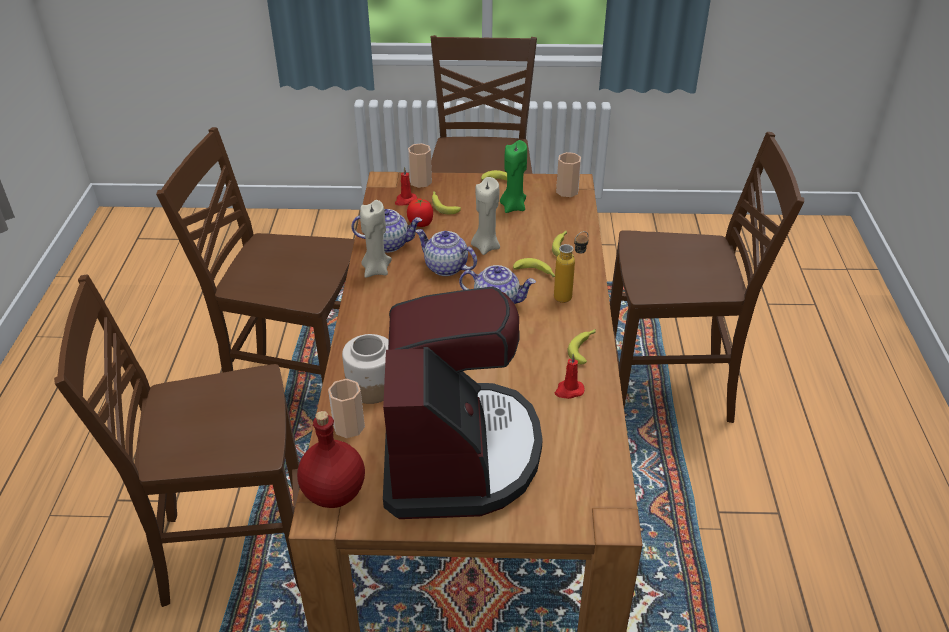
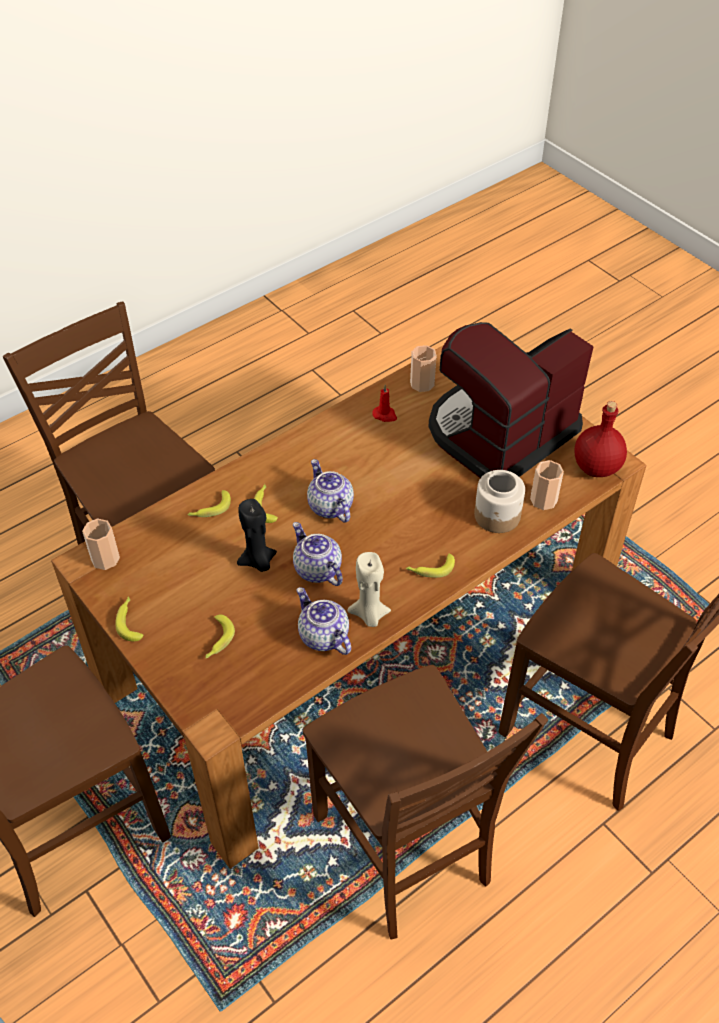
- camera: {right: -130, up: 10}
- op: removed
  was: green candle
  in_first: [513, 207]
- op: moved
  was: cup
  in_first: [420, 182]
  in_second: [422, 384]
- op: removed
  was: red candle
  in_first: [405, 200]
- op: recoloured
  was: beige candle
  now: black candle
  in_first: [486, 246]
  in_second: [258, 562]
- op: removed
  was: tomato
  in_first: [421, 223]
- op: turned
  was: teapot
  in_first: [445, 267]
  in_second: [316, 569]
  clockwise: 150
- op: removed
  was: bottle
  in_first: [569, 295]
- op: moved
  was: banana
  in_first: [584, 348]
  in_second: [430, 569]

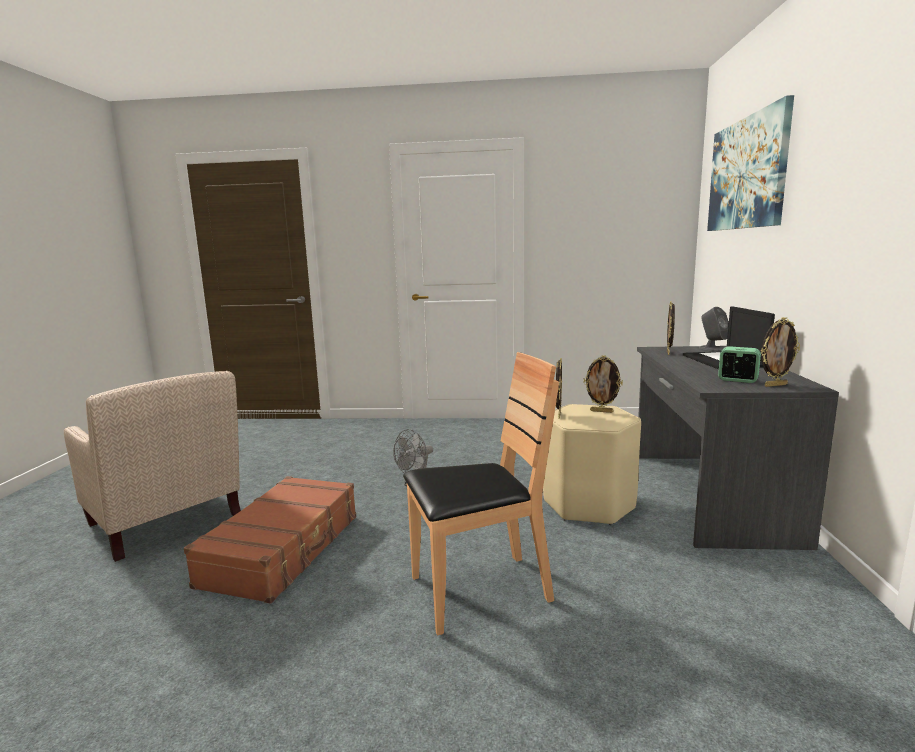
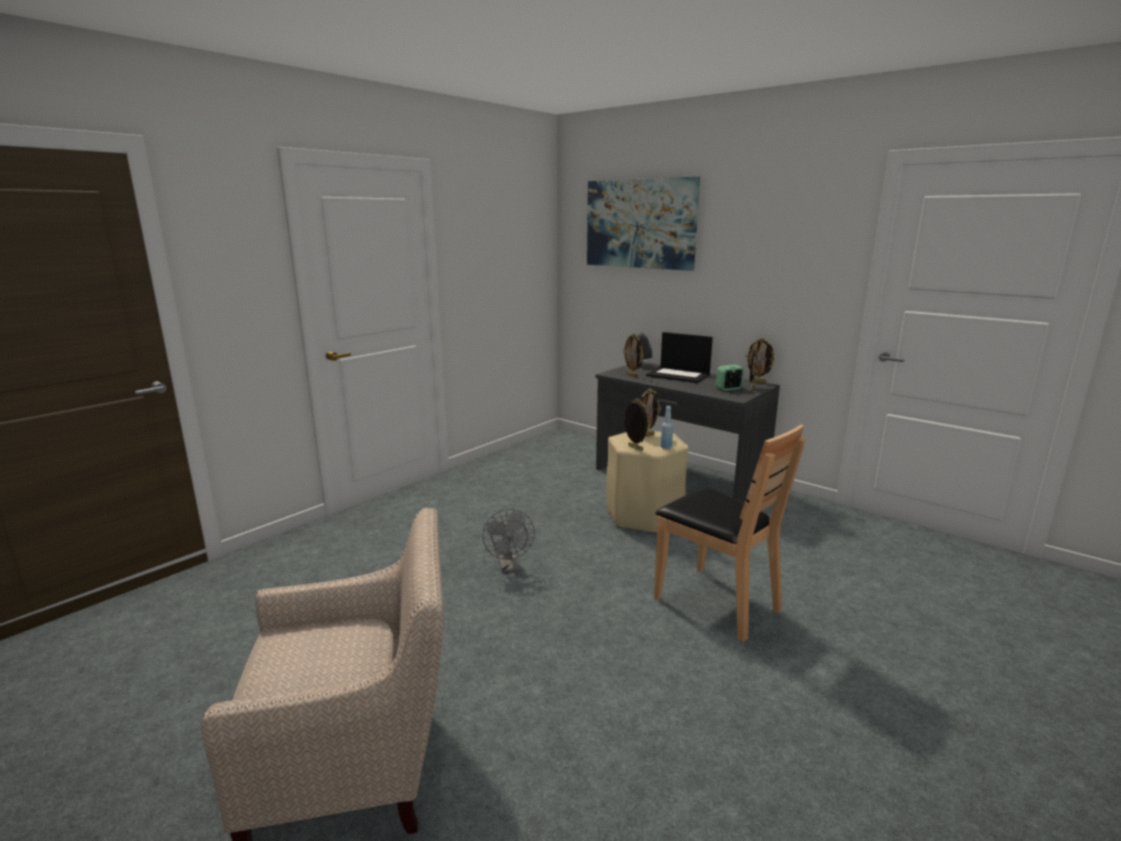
- camera: {right: -55, up: 5}
- op: turned
  was: brown chair
  in_first: [479, 591]
  in_second: [716, 602]
  clockwise: 120
- op: removed
  was: brown suitcase
  in_first: [284, 549]
- op: added
  now: picture frame
  in_second: [758, 381]
- op: added
  now: blue bottle
  in_second: [666, 447]

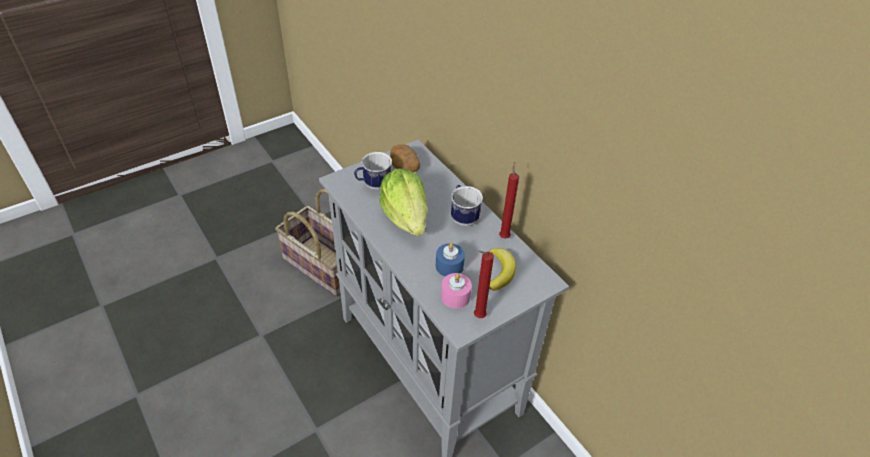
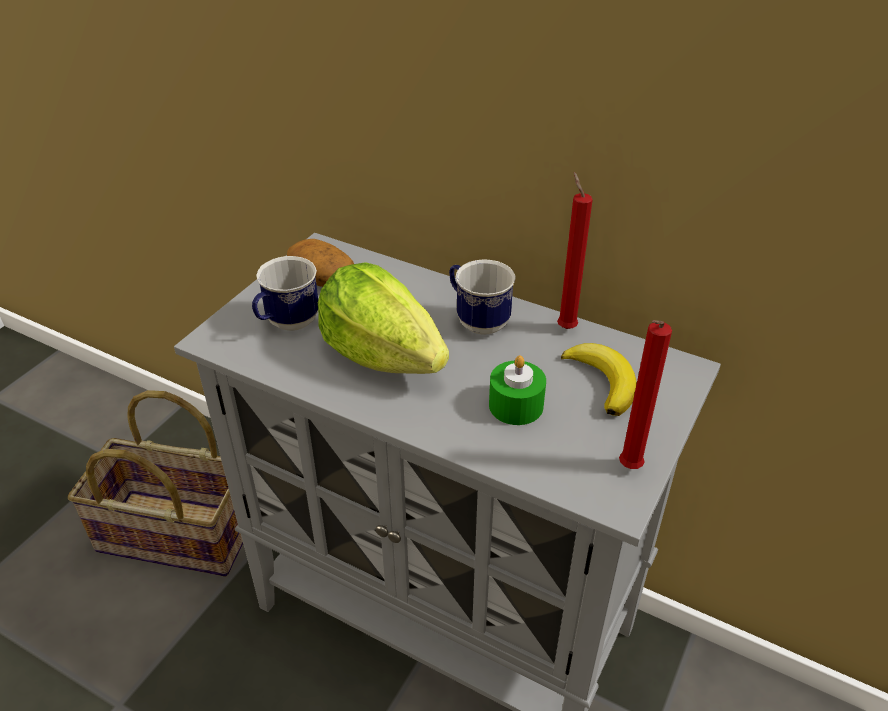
- camera: {right: -25, up: -5}
- op: recoloured
  was: blue candle
  now: green candle
  in_first: [449, 266]
  in_second: [516, 405]
- op: removed
  was: pink candle
  in_first: [455, 296]

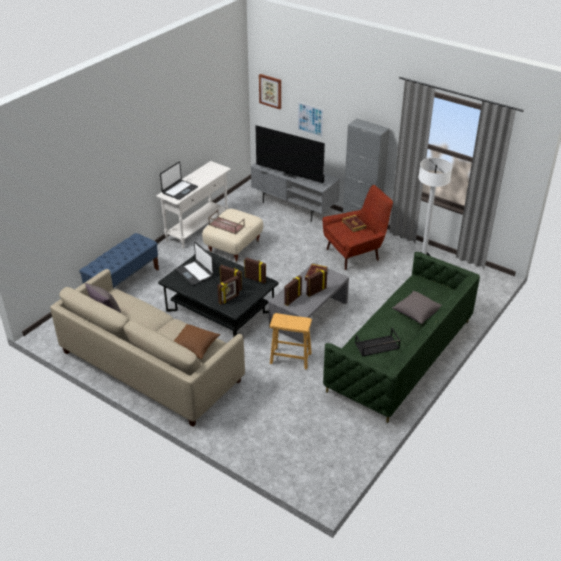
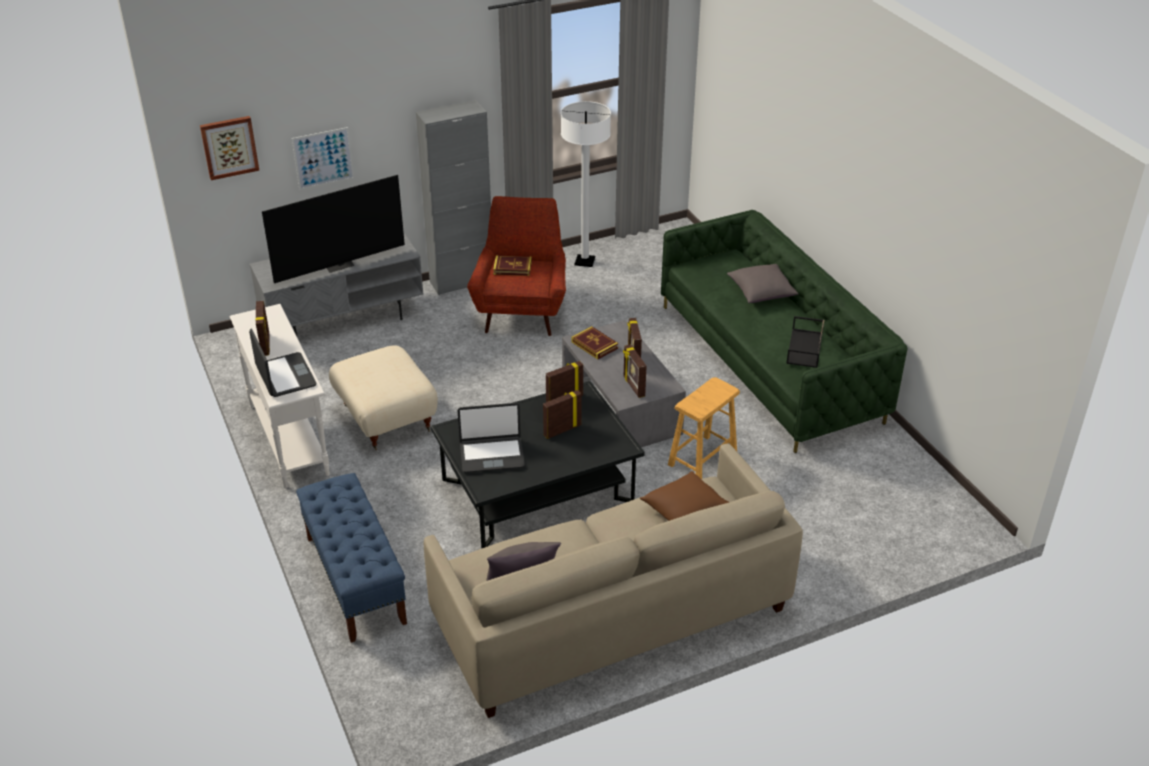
- camera: {right: -60, up: 0}
- op: removed
  was: brown tray
  in_first: [226, 225]
- op: moved
  was: picture frame
  in_first: [229, 299]
  in_second: [266, 344]

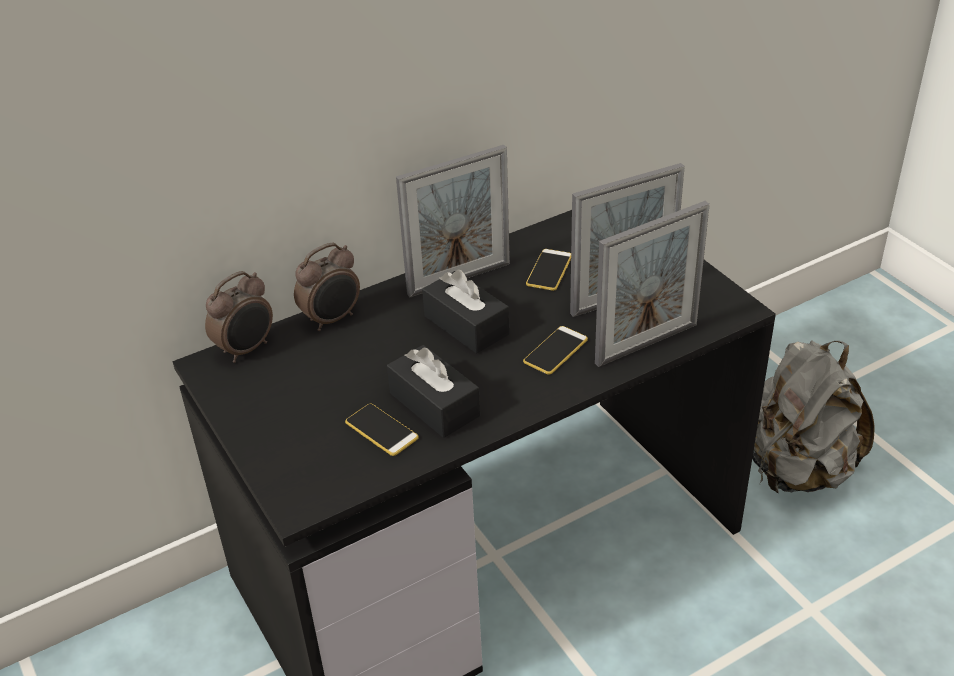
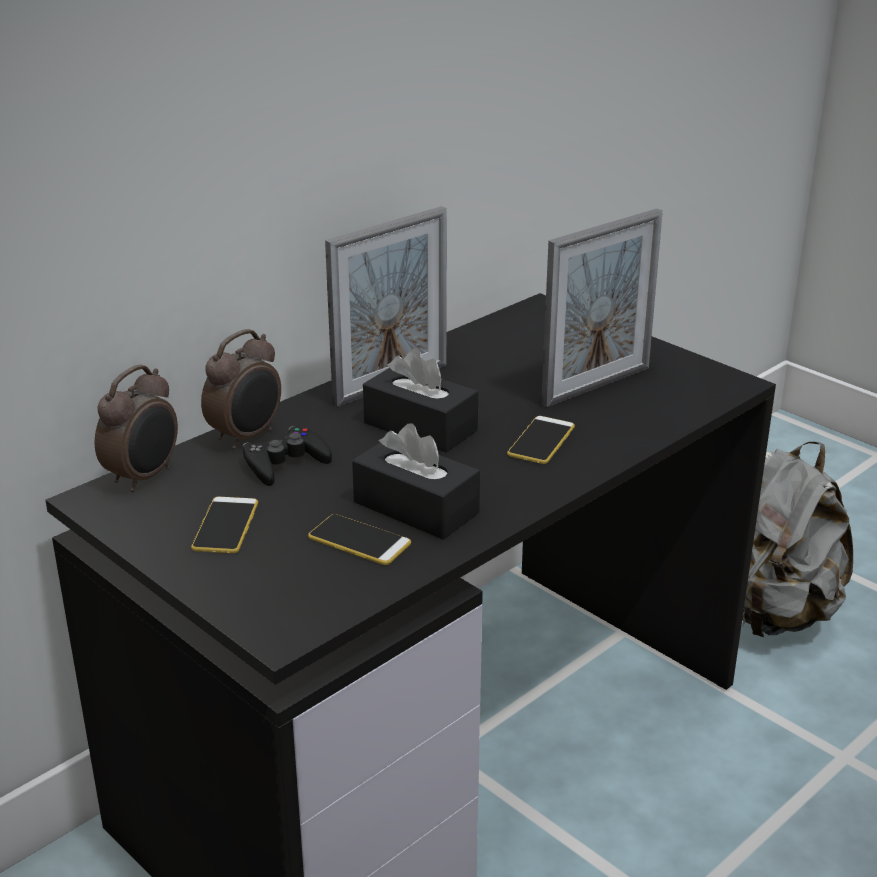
- camera: {right: -15, up: -10}
- op: removed
  was: picture frame
  in_first: [646, 344]
- op: moved
  was: phone
  in_first: [549, 270]
  in_second: [225, 526]
- op: added
  now: black game controller
  in_second: [285, 463]

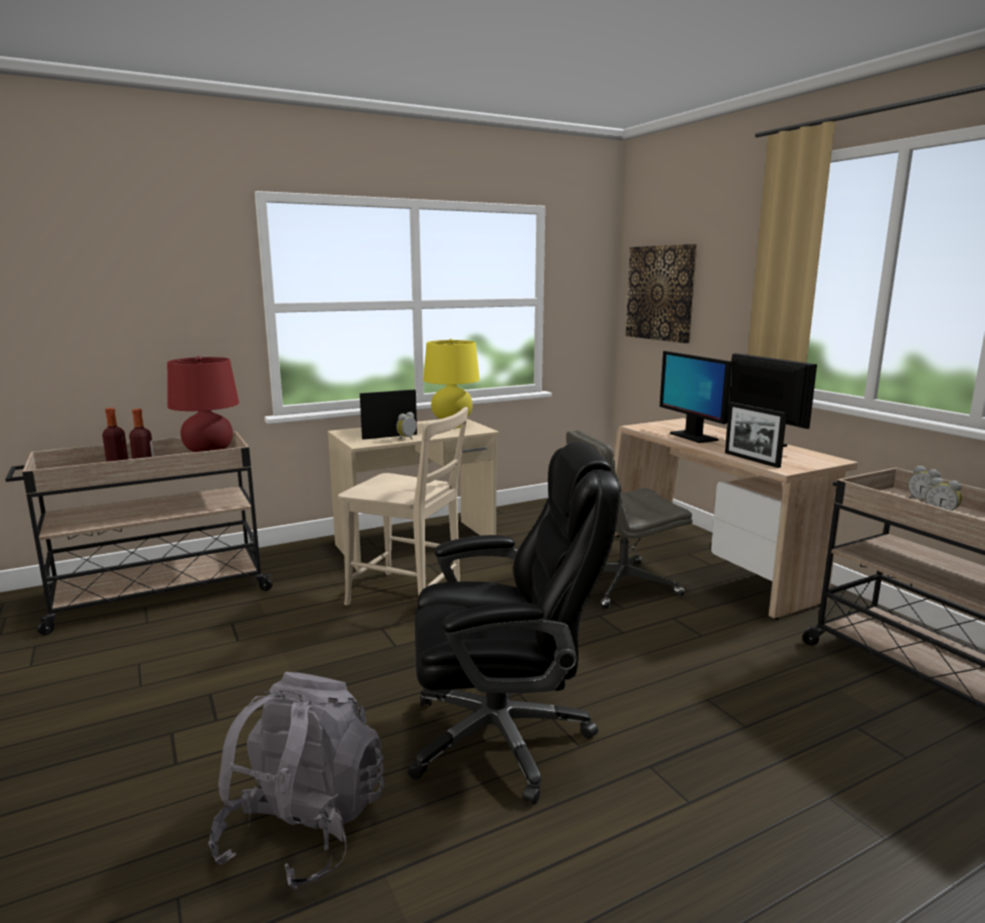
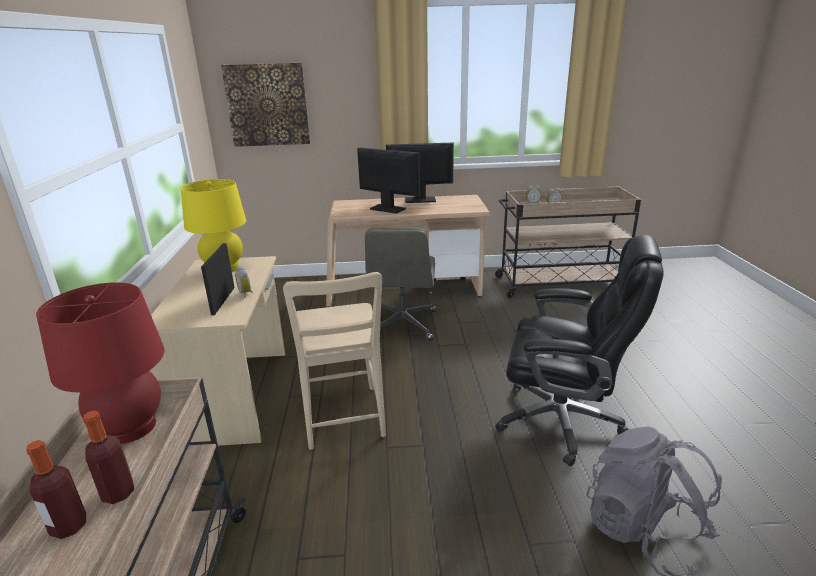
- camera: {right: -65, up: 10}
- op: turned
  was: monitor
  in_first: [693, 437]
  in_second: [388, 209]
  clockwise: -150
- op: removed
  was: picture frame
  in_first: [751, 460]
- op: turned
  was: beige chair
  in_first: [410, 597]
  in_second: [343, 420]
  clockwise: 120
- op: turned
  was: black office chair
  in_first: [503, 736]
  in_second: [562, 420]
  clockwise: 90

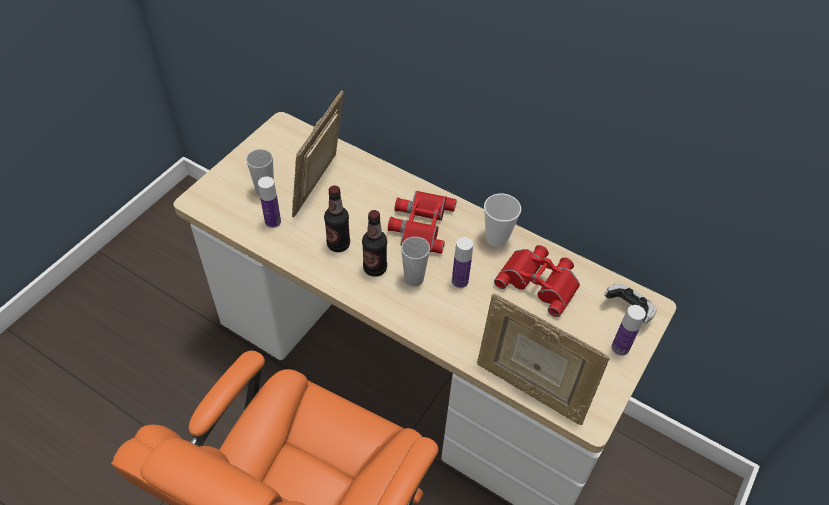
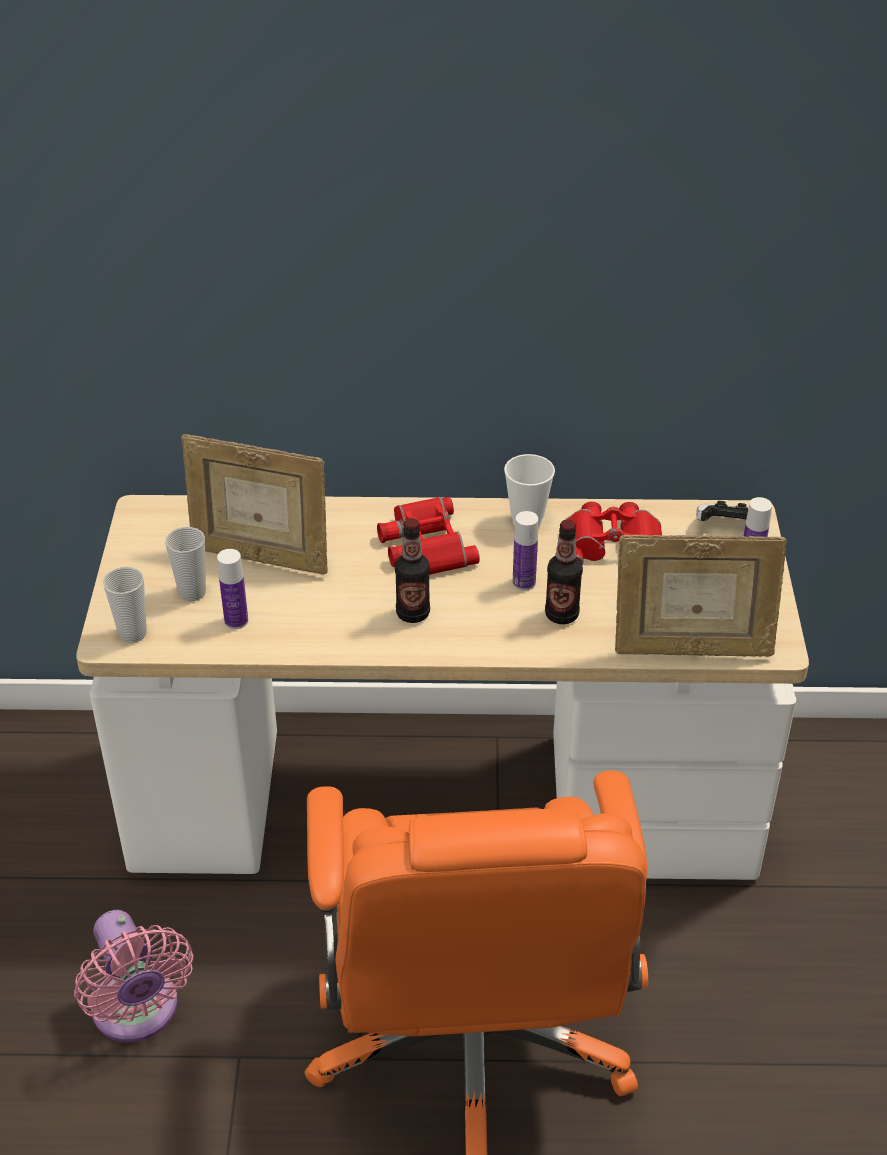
- camera: {right: -30, up: -10}
- op: turned
  was: picture frame
  in_first: [320, 186]
  in_second: [260, 557]
  clockwise: -60
- op: moved
  was: bottle
  in_first: [338, 244]
  in_second: [561, 615]
- op: moved
  was: cup
  in_first: [414, 279]
  in_second: [132, 633]
- op: added
  now: pink fan
  in_second: [138, 1013]

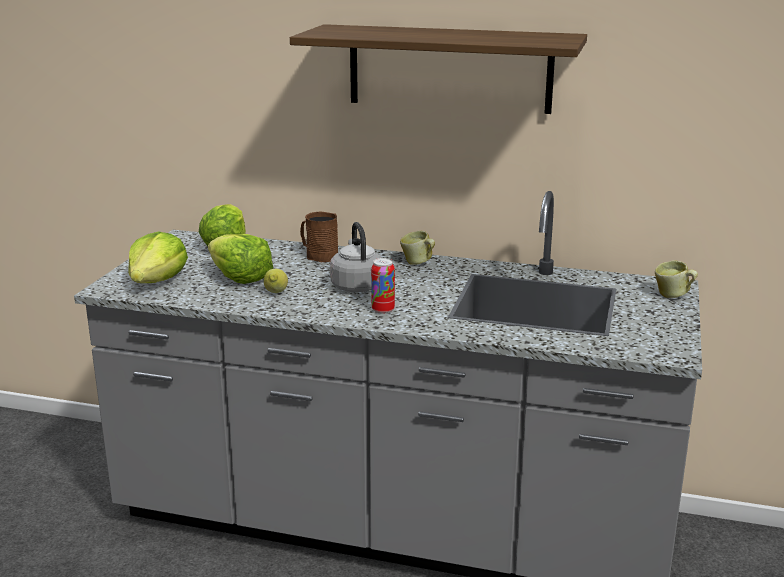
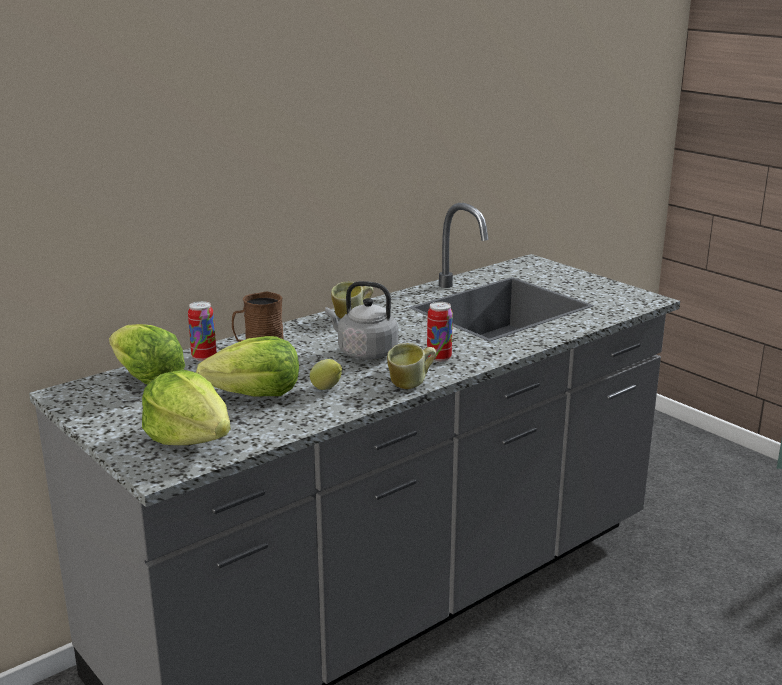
- camera: {right: -55, up: 0}
- op: removed
  was: shelf
  in_first: [449, 68]
- op: moved
  was: mug
  in_first: [673, 296]
  in_second: [411, 385]
- op: added
  now: can
  in_second: [204, 357]

